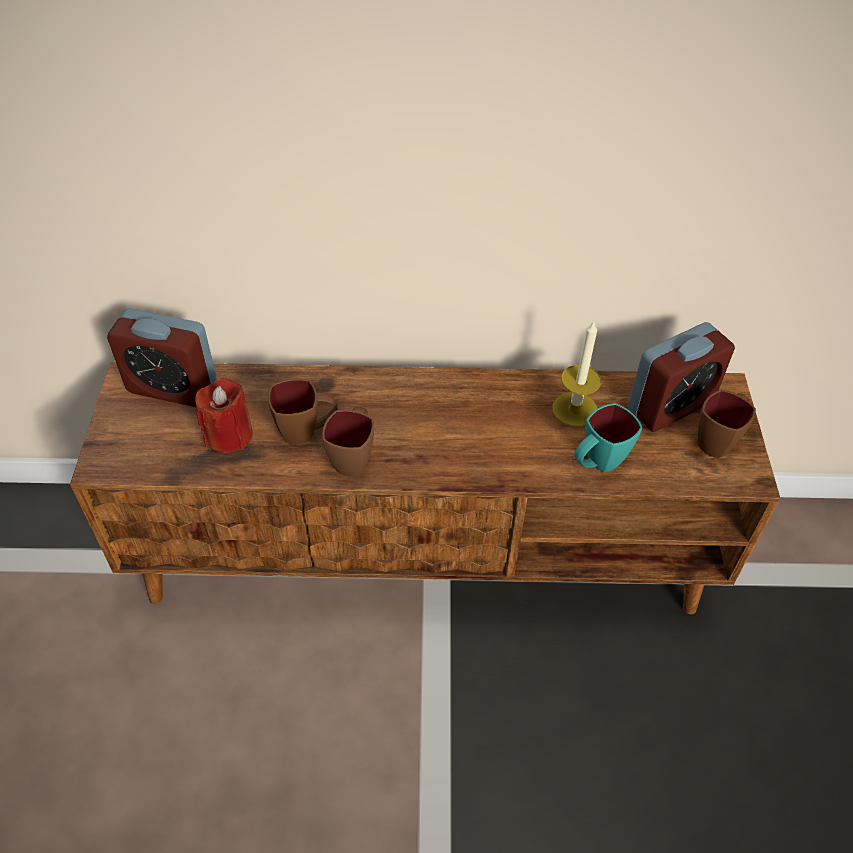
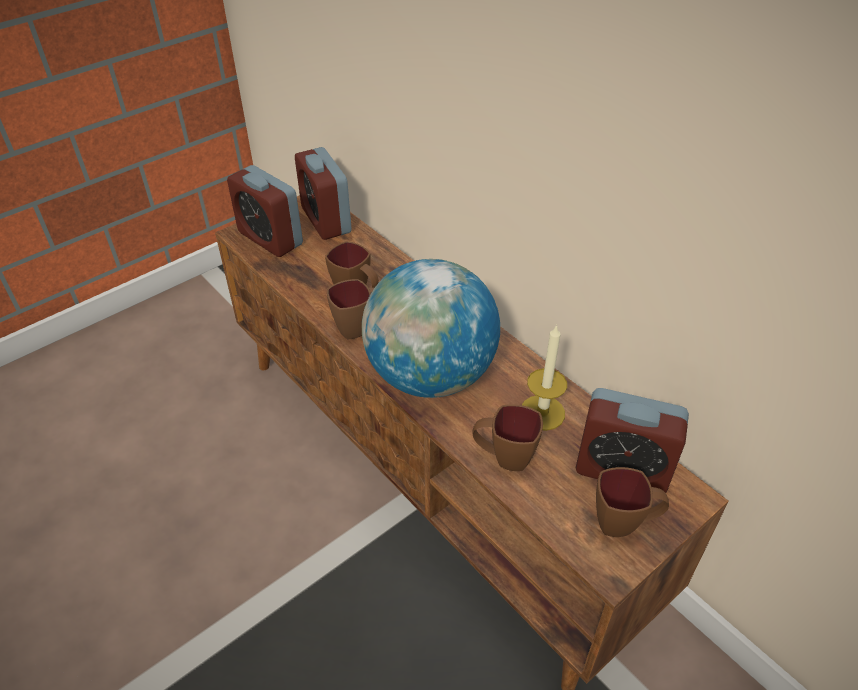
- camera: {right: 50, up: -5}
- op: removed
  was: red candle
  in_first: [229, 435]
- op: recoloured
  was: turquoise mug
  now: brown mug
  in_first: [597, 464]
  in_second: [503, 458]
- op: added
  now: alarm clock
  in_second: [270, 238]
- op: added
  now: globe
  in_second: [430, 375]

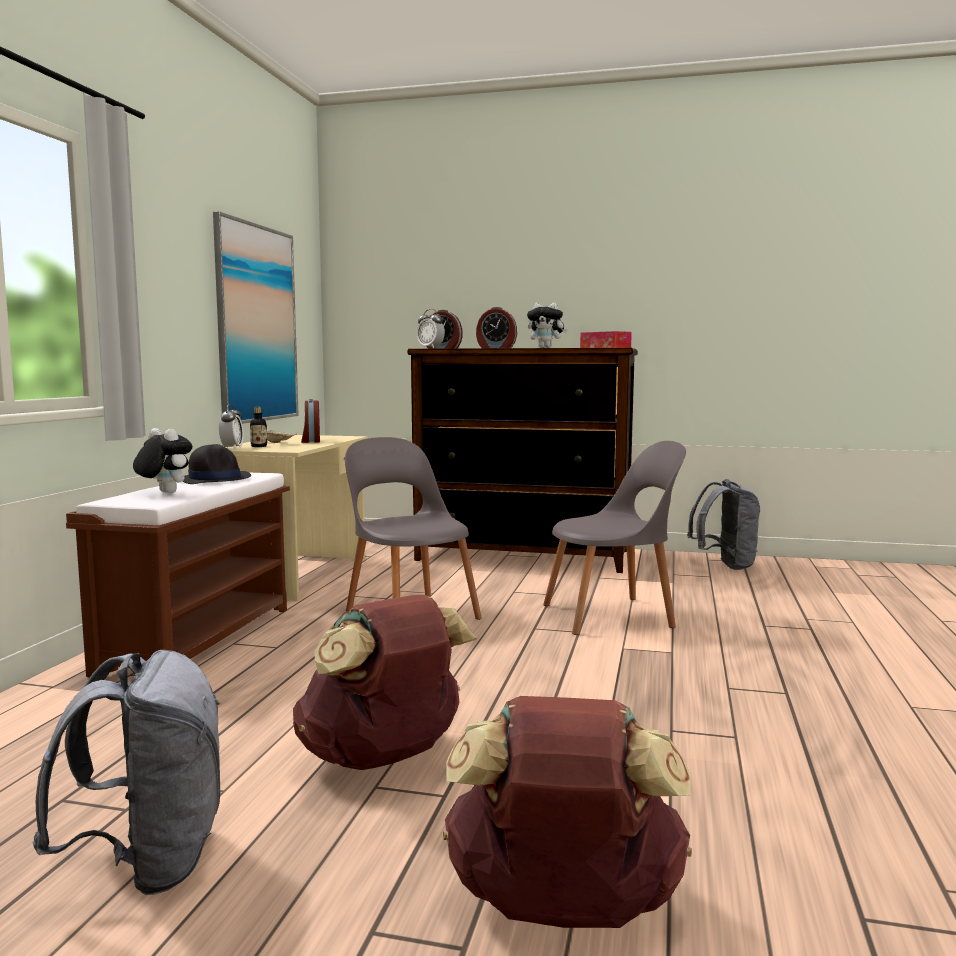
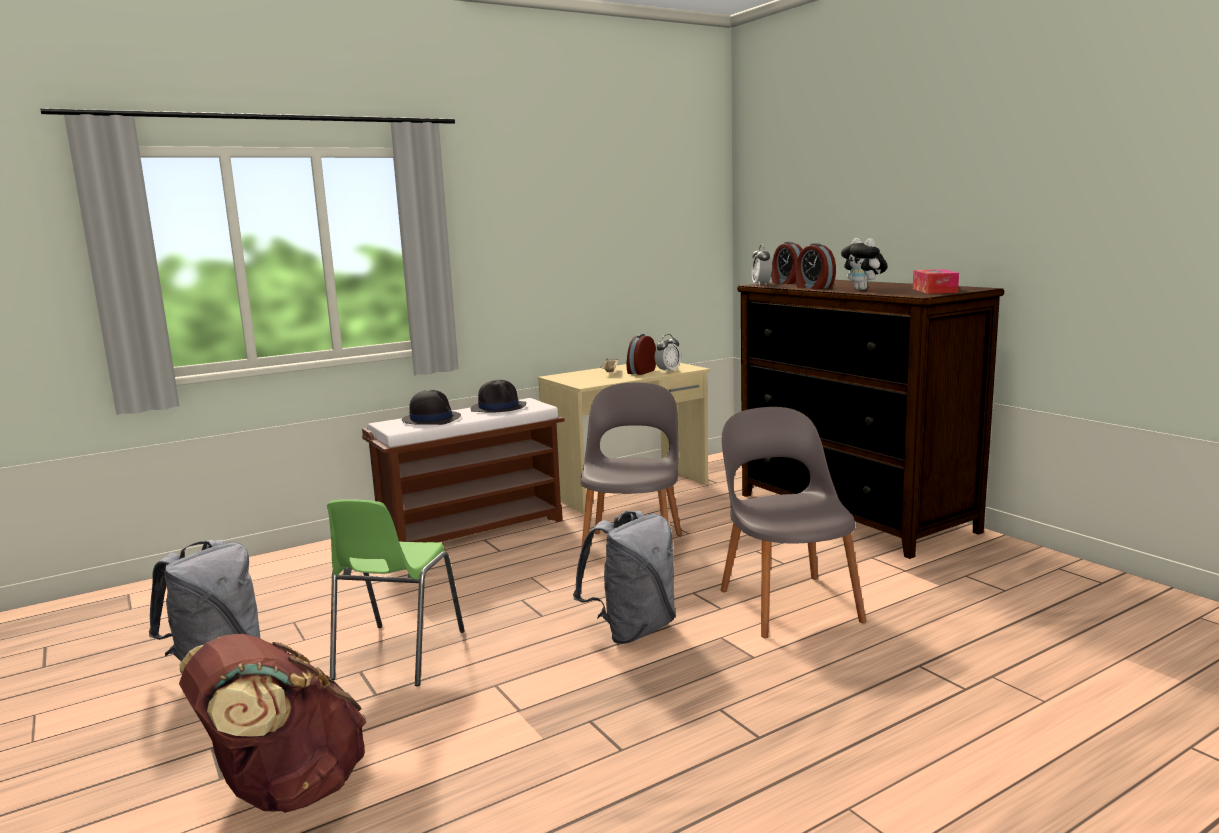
- camera: {right: 45, up: 5}
- op: removed
  was: picture
  in_first: [256, 324]
- op: moved
  was: alarm clock
  in_first: [232, 448]
  in_second: [668, 371]
- op: removed
  was: bottle
  in_first: [259, 446]
- op: replaced
  was: plush toy
  now: black hat
  in_first: [164, 493]
  in_second: [431, 419]
- op: turned
  was: grey chair
  in_first: [613, 615]
  in_second: [787, 602]
  clockwise: -135
- op: moved
  was: grey backpack
  in_first: [725, 566]
  in_second: [632, 630]
- op: replaced
  was: brown backpack
  now: green chair
  in_first: [383, 758]
  in_second: [397, 655]

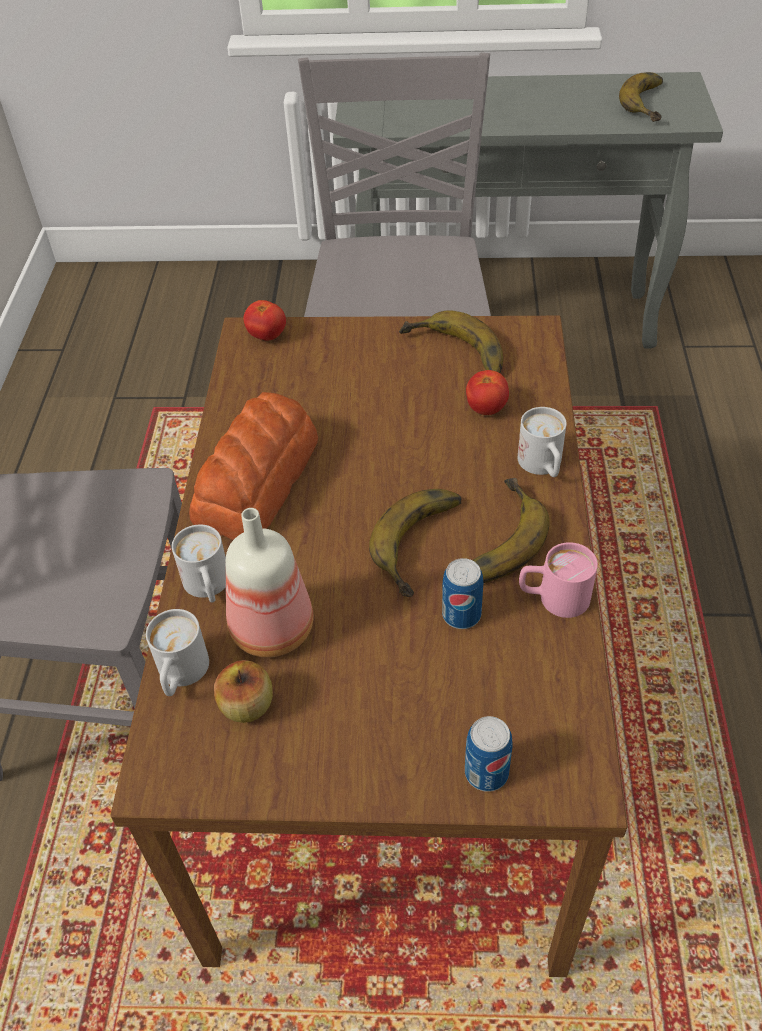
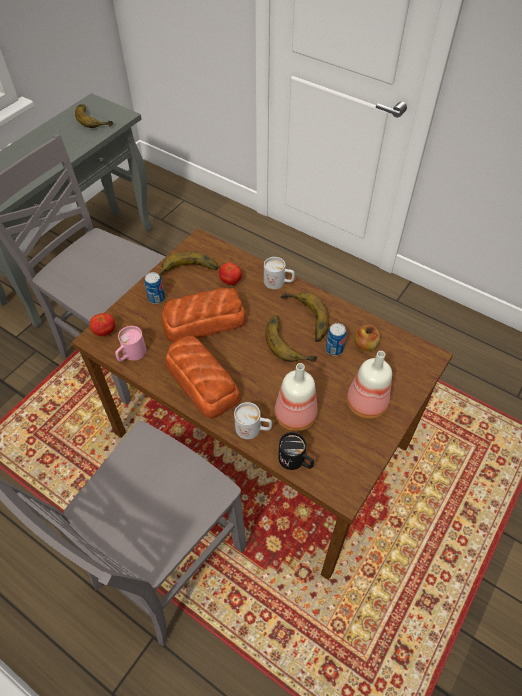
- camera: {right: -60, up: 5}
- op: moved
  was: pink mug
  in_first: [553, 598]
  in_second: [131, 355]
- op: recoloured
  was: white mug
  now: black mug
  in_first: [181, 675]
  in_second: [296, 461]
- op: moved
  was: apple
  in_first: [247, 706]
  in_second: [365, 345]
- op: moved
  was: can
  in_first: [486, 772]
  in_second: [156, 298]
- op: added
  now: bread
  in_second: [203, 321]
- op: added
  now: bottle
  in_second: [365, 405]

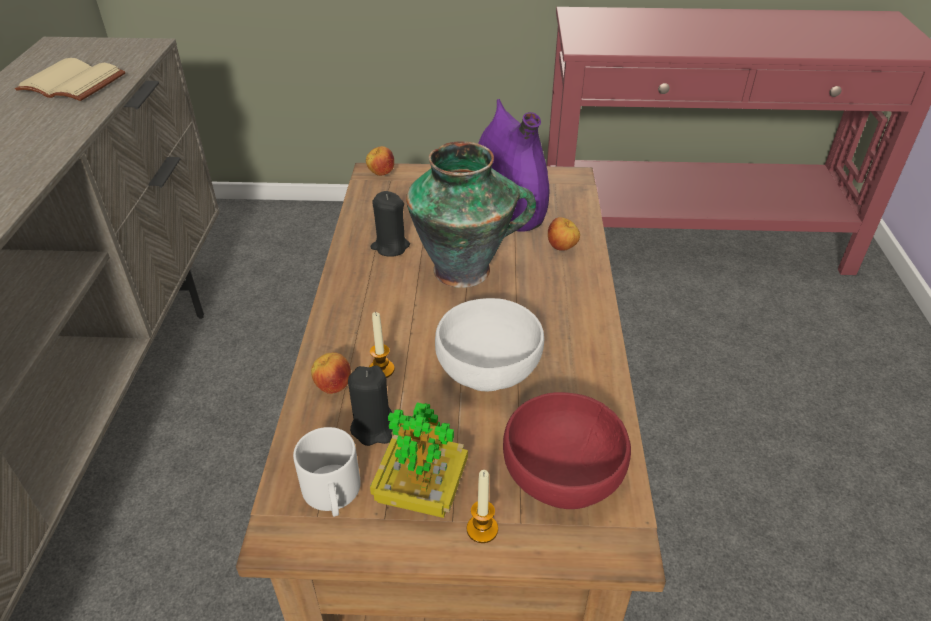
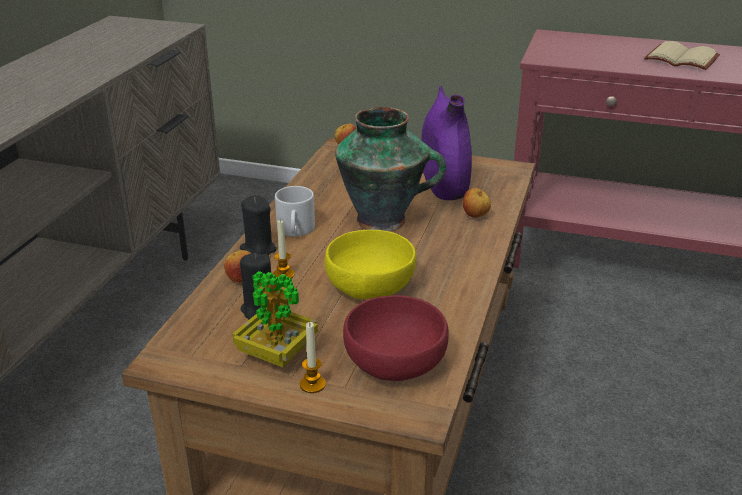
- camera: {right: 15, up: -10}
- op: moved
  was: beige book
  in_first: [75, 83]
  in_second: [683, 59]
- op: moved
  was: black candle
  in_first: [390, 246]
  in_second: [258, 249]
- op: recoloured
  was: white bowl
  now: yellow bowl
  in_first: [489, 366]
  in_second: [371, 286]
- op: moved
  was: white mug
  in_first: [334, 495]
  in_second: [296, 230]

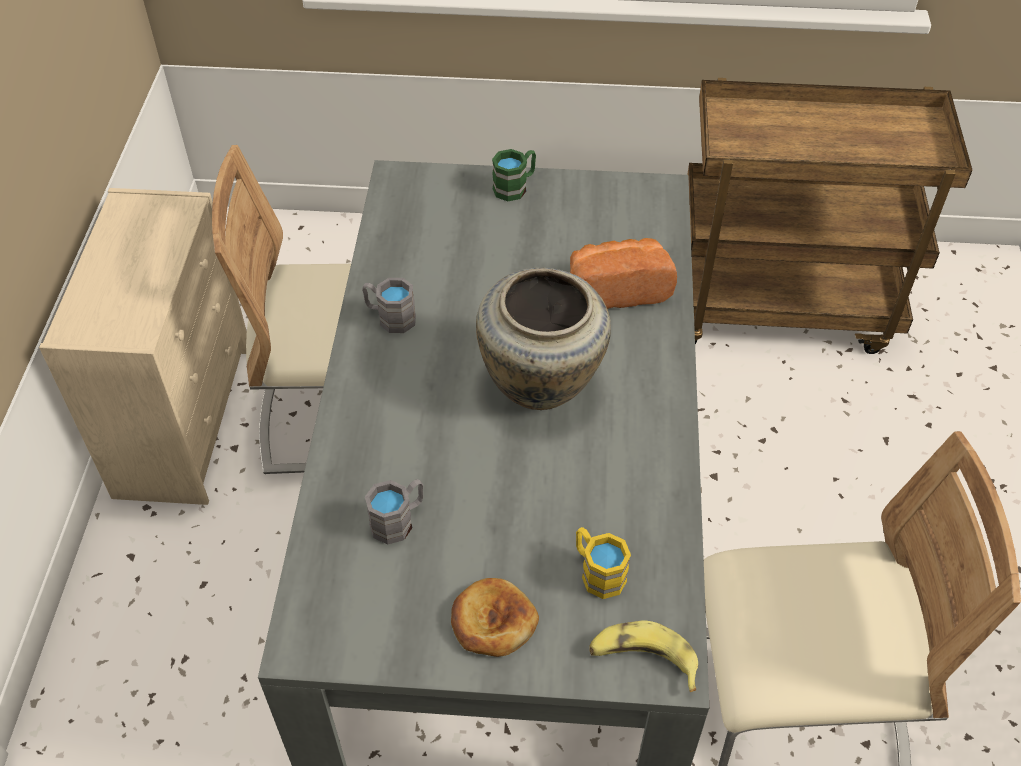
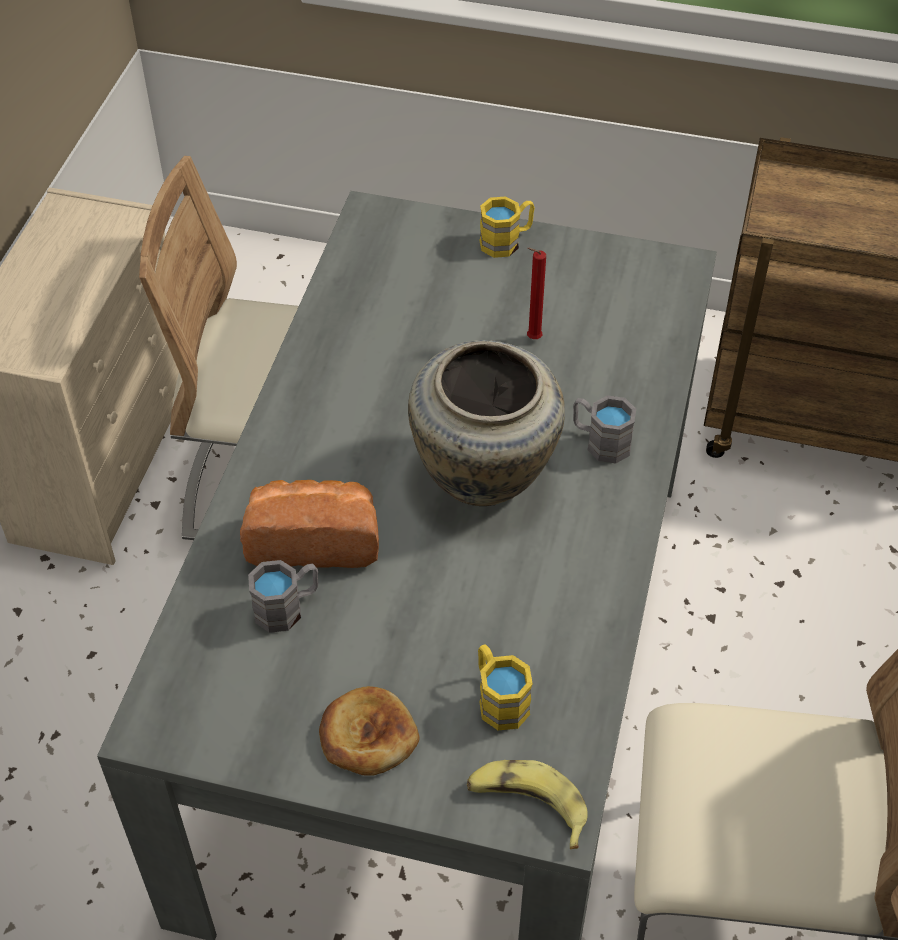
- camera: {right: 10, up: 0}
- op: recoloured
  was: green mug
  now: yellow mug
  in_first: [515, 186]
  in_second: [507, 241]
- op: moved
  was: bread
  in_first: [616, 288]
  in_second: [314, 539]
- op: moved
  was: grey mug
  in_first: [390, 317]
  in_second: [600, 441]
- op: added
  now: red candle
  in_second: [531, 339]

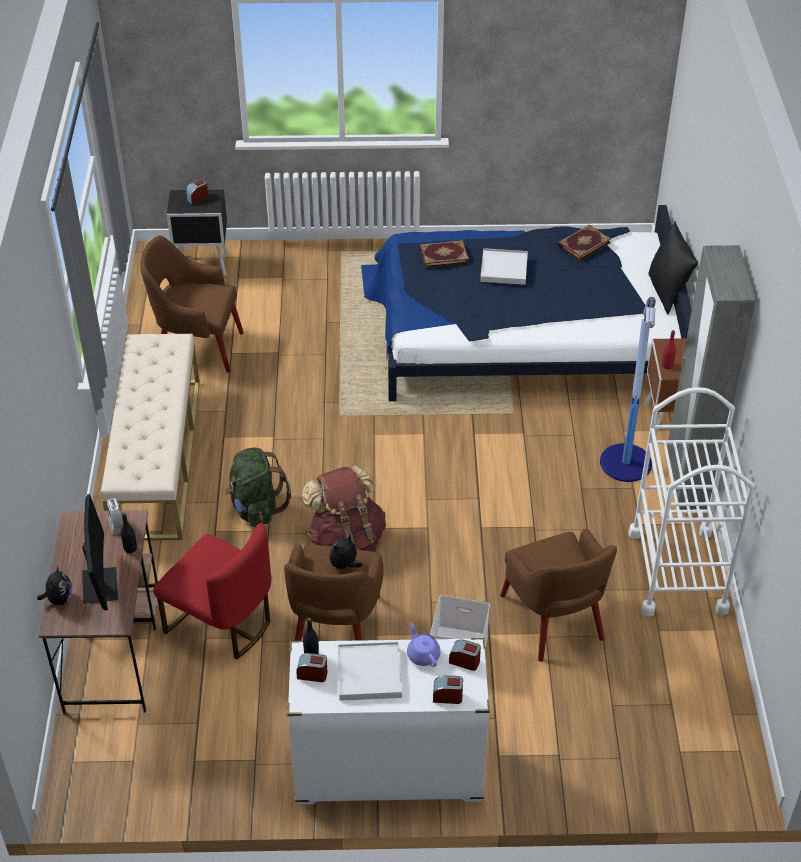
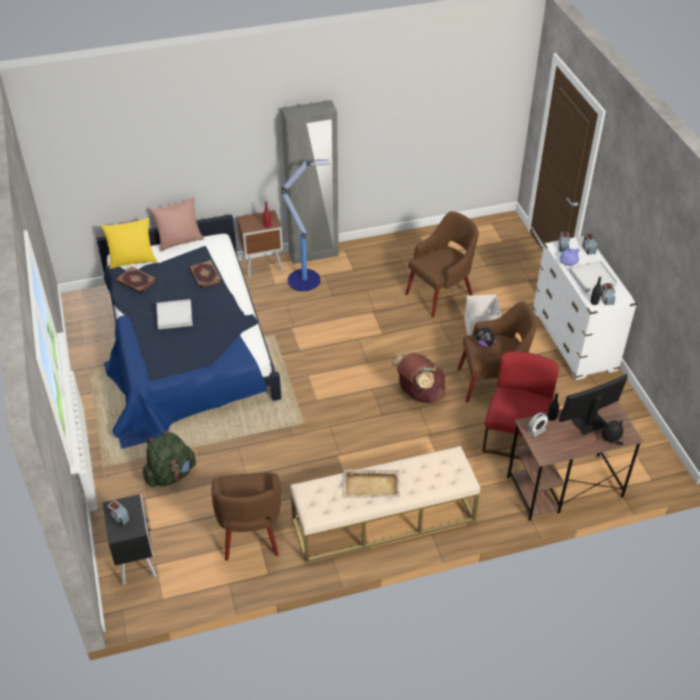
- camera: {right: -105, up: 0}
- op: recoloured
  was: black pillow
  now: pink pillow
  in_first: [667, 292]
  in_second: [179, 241]
- op: moved
  was: book
  in_first: [443, 255]
  in_second: [204, 276]
- op: removed
  was: white cart
  in_first: [677, 571]
- op: moved
  was: green backpack
  in_first: [256, 508]
  in_second: [170, 474]
- op: added
  now: yellow pillow
  in_second: [132, 261]
- op: added
  now: beige tray
  in_second: [372, 485]

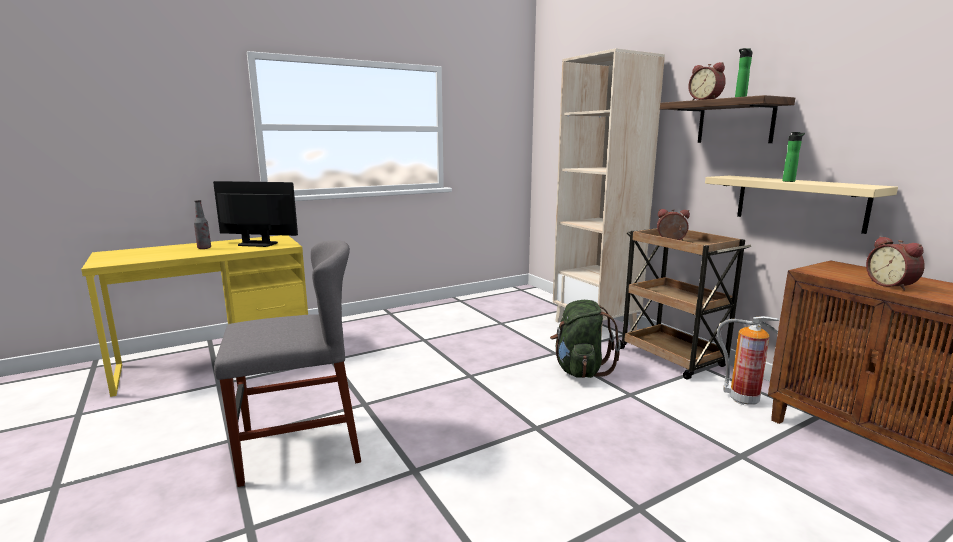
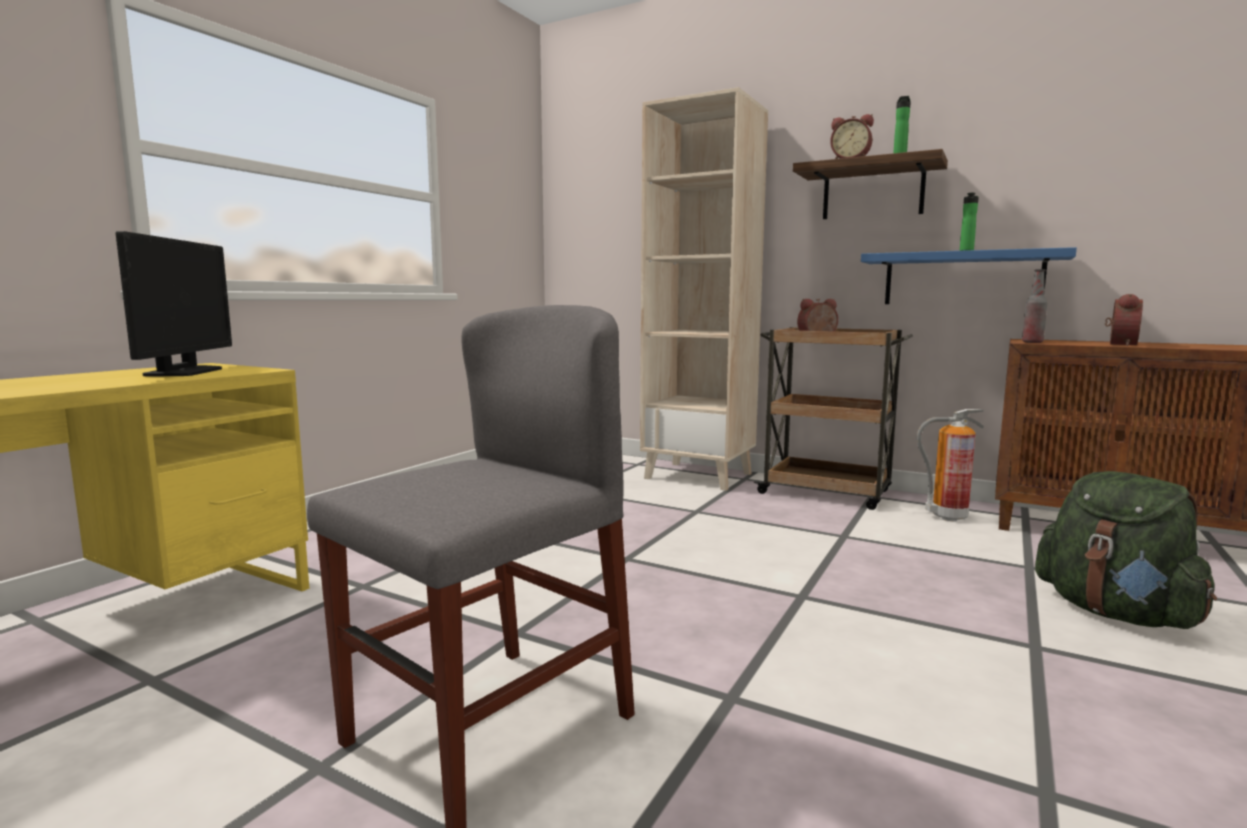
- camera: {right: -30, up: -5}
- op: recoloured
  was: beige shelf
  now: blue shelf
  in_first: [799, 202]
  in_second: [962, 279]
- op: turned
  was: monitor
  in_first: [257, 244]
  in_second: [183, 372]
  clockwise: 105
- op: moved
  was: bottle
  in_first: [204, 248]
  in_second: [1032, 342]
- op: turned
  was: alarm clock
  in_first: [892, 285]
  in_second: [1119, 344]
  clockwise: -105
- op: moved
  was: green backpack
  in_first: [579, 370]
  in_second: [1116, 613]

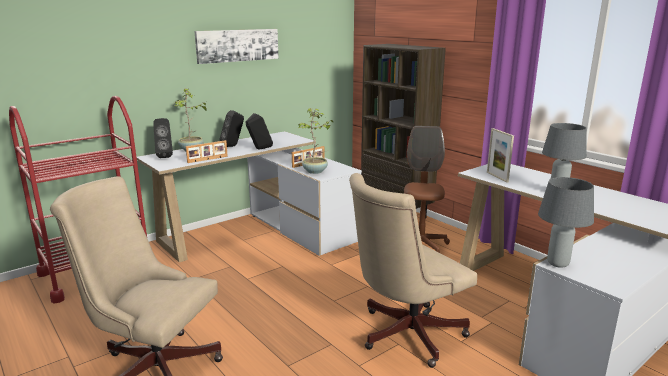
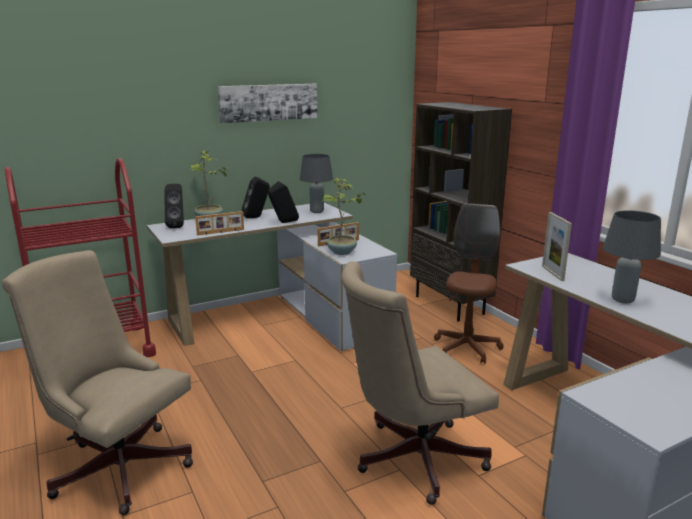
- camera: {right: 10, up: 0}
- op: moved
  was: grey table lamp
  in_first: [557, 263]
  in_second: [317, 211]

